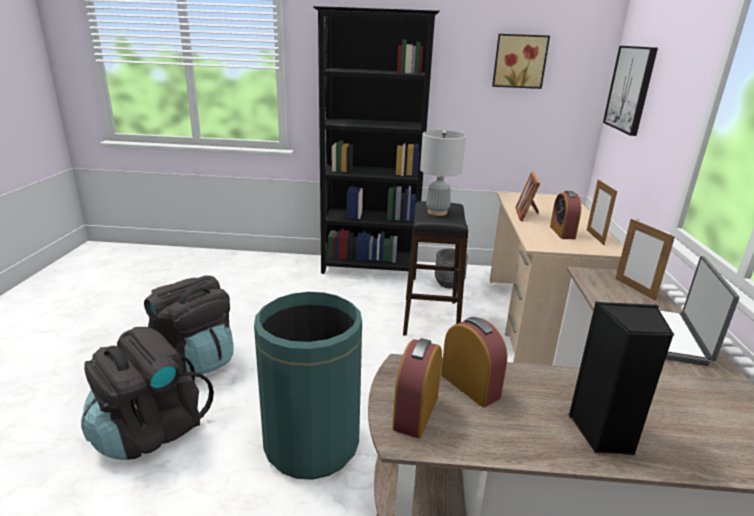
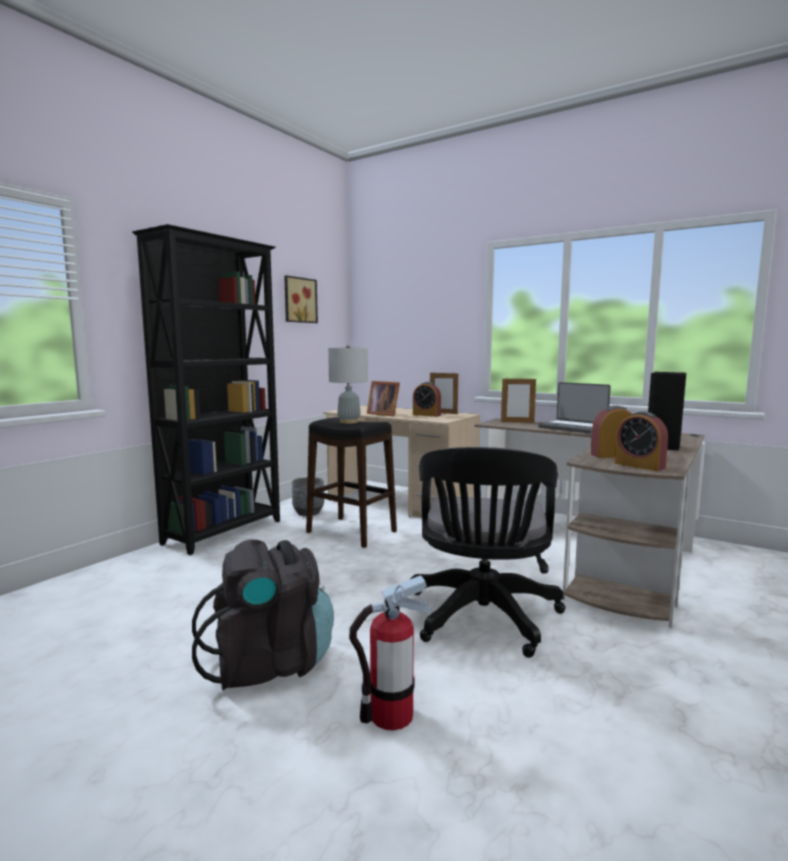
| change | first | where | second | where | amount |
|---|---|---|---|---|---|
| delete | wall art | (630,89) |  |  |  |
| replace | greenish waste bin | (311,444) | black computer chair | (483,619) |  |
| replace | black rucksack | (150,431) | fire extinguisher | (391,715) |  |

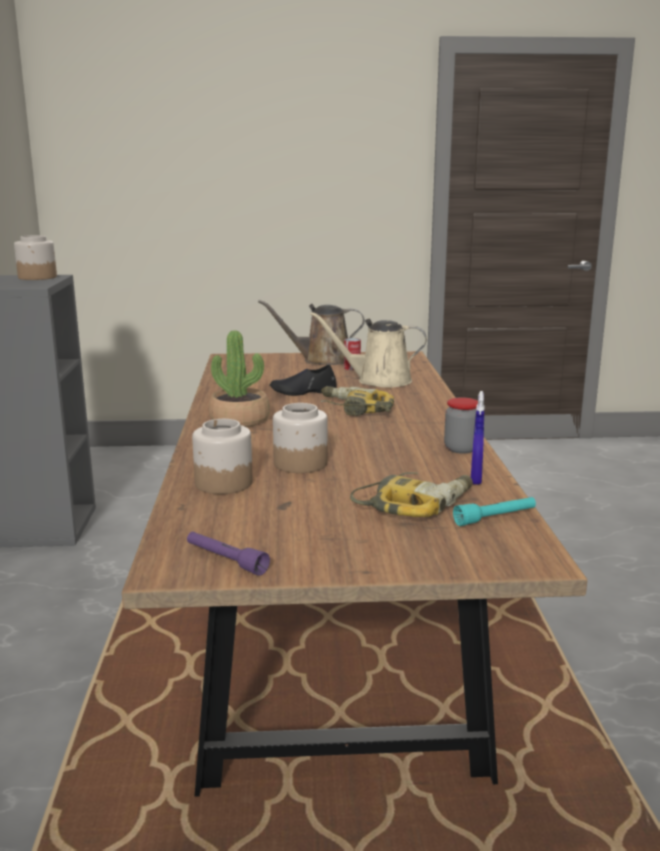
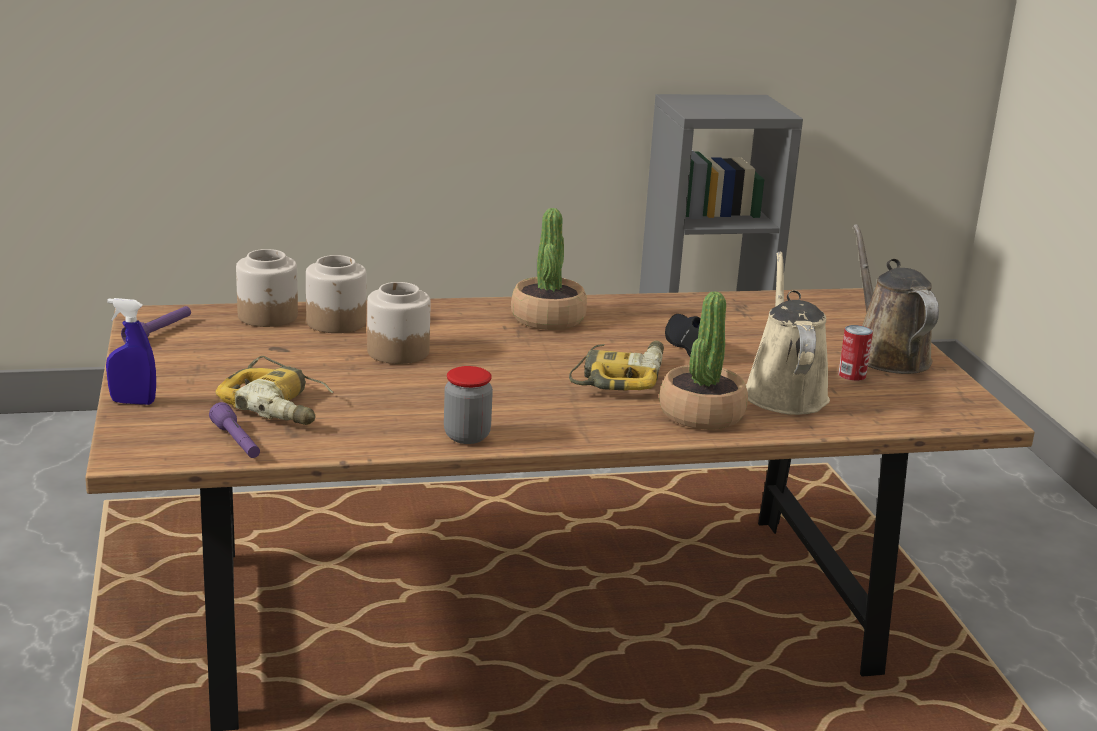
| change | first | where | second | where | amount |
|---|---|---|---|---|---|
| move | jar | (38,277) |  | (268,316) |  |
| move | bluish hand sprayer | (476,479) |  | (133,402) |  |
| recolor | blue-green hand torch | (495,518) | purple hand torch | (236,442) |  |
| insert |  |  | houseplant | (701,414) |  |

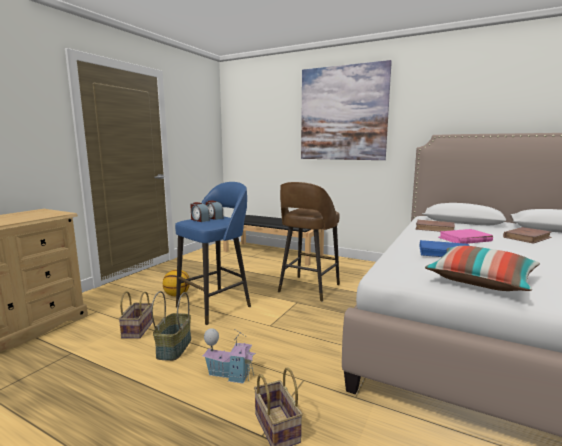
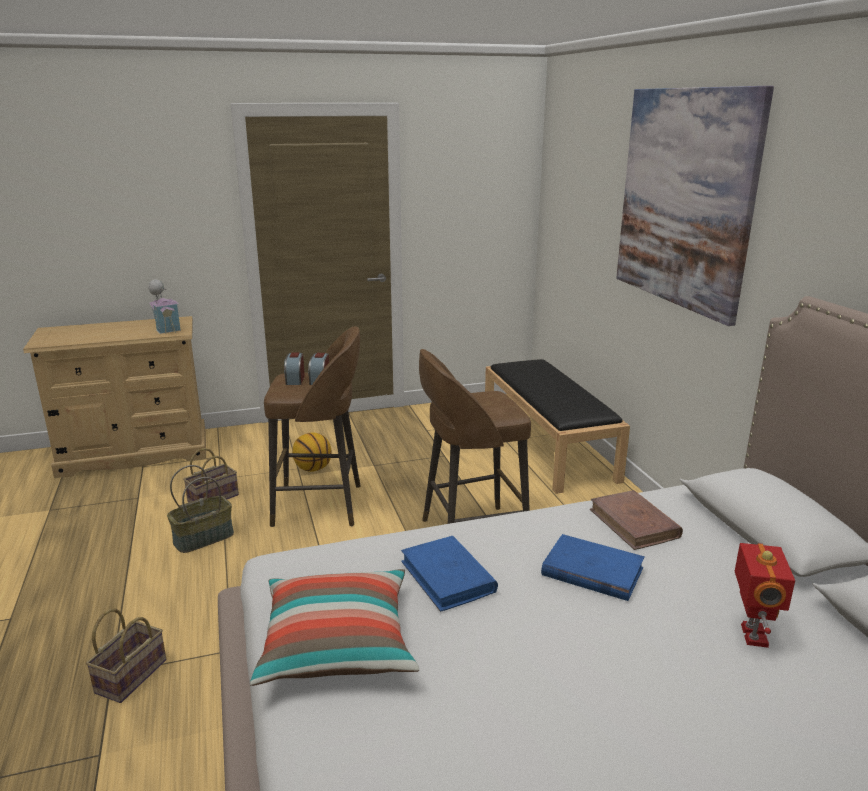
| change | first | where | second | where | amount |
|---|---|---|---|---|---|
| recolor | bluish stool | (216,306) | brown stool | (321,505) |  |
| replace | brown bound book | (527,237) | model robot | (751,635) |  |
| recolor | pinkish bound book | (464,239) | bluish bound book | (591,571) |  |
| move | miniature house | (230,374) |  | (166,327) |  |

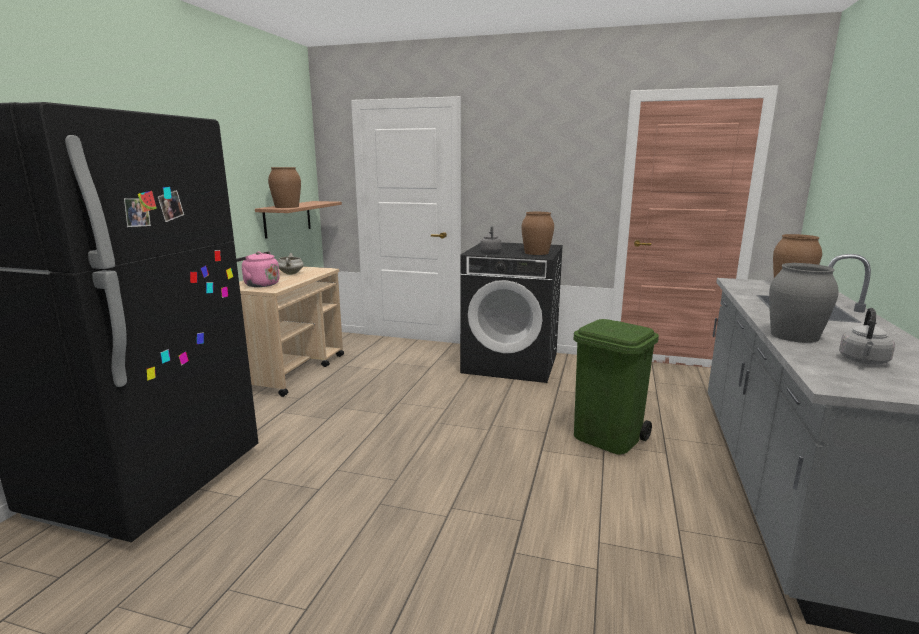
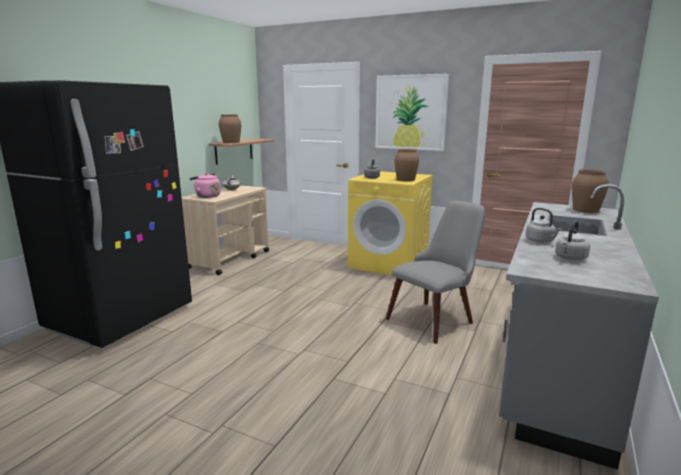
| change | first | where | second | where | amount |
|---|---|---|---|---|---|
| recolor | black laundry appliance | (511,363) | yellow-coloured laundry appliance | (389,263) |  |
| replace | grey flower vase | (795,336) | grey water kettle | (541,241) |  |
| replace | greenish waste bin | (608,438) | grey plain chair | (436,318) |  |
| insert |  |  | wall art | (410,112) |  |

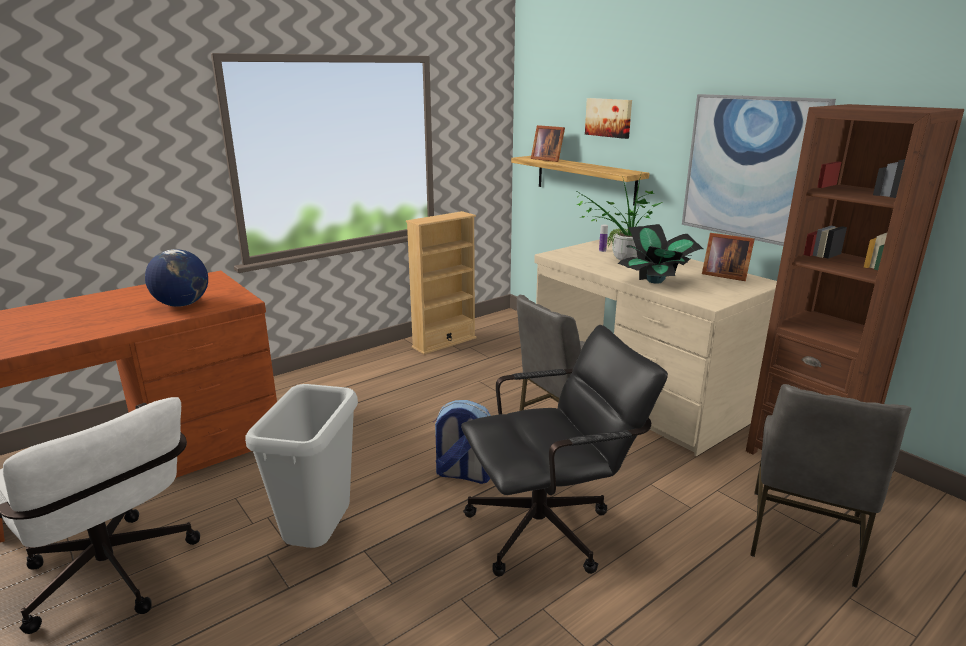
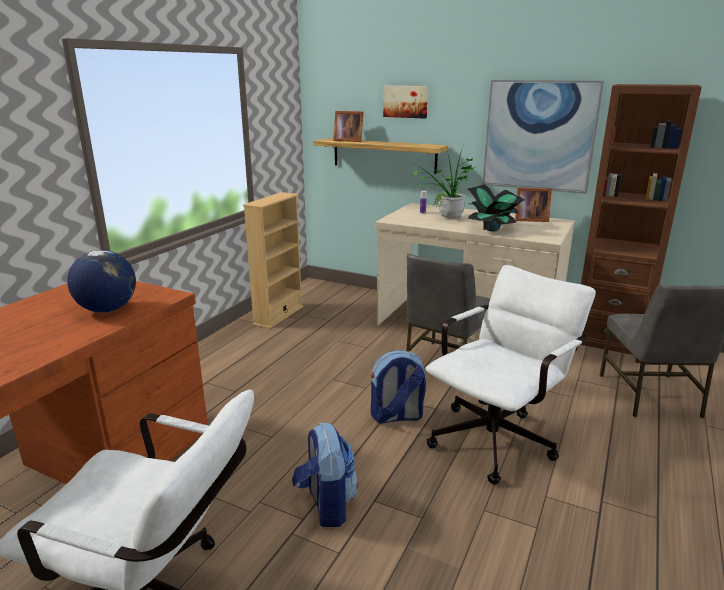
| change | first | where | second | where | amount |
|---|---|---|---|---|---|
| recolor | black computer chair | (551,527) | whitish computer chair | (498,437) |  |
| replace | grey waste bin | (318,539) | rucksack | (326,505) |  |

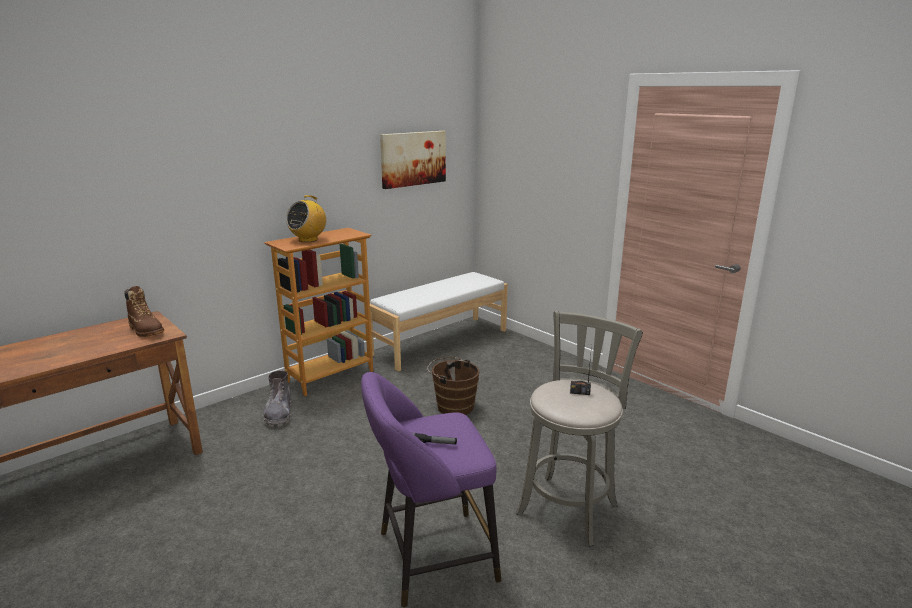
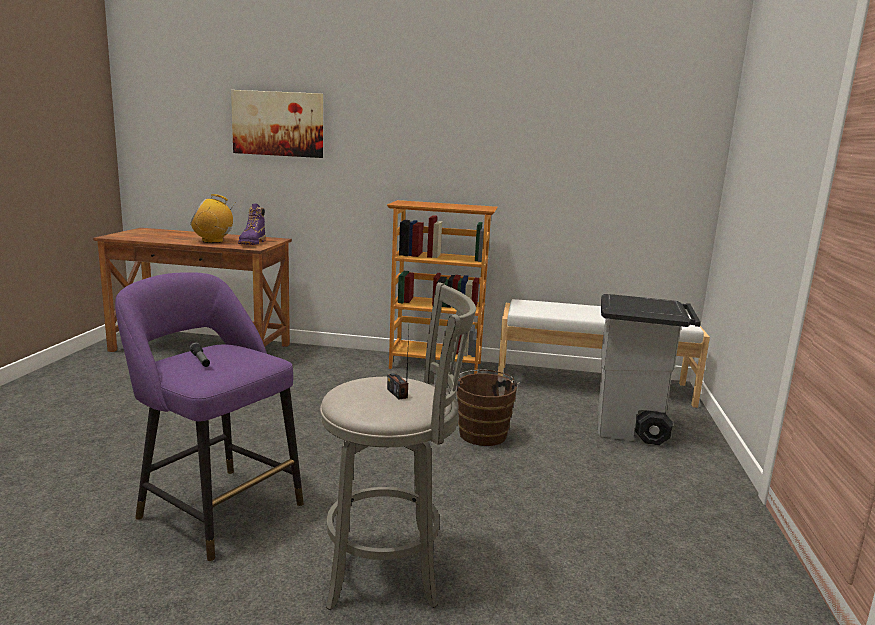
| change | first | where | second | where | amount |
|---|---|---|---|---|---|
| move | wall art | (413,158) |  | (278,124) |  |
| move | radio receiver | (308,240) |  | (213,241) |  |
| recolor | brown high-top boot | (146,330) | purple high-top boot | (252,243) |  |
| delete | grey high-top boot | (279,414) |  |  |  |
| insert |  |  | grey waste bin | (631,428) |  |

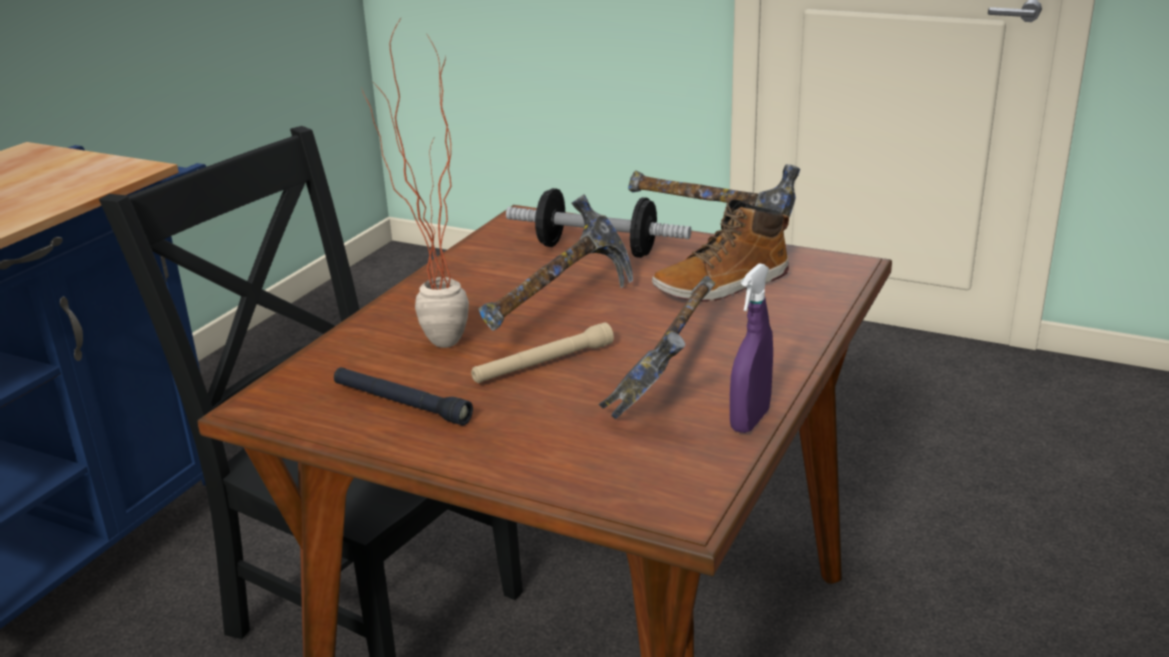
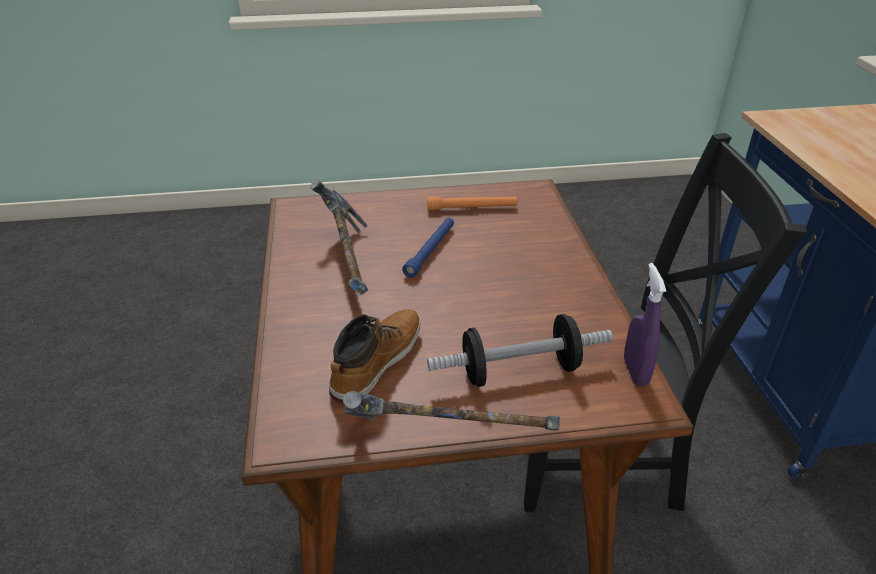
| change | first | where | second | where | amount |
|---|---|---|---|---|---|
| delete | houseplant | (430,348) |  |  |  |
| delete | tool hammer | (558,311) |  |  |  |
| move | purple hand sprayer | (750,420) |  | (635,372) |  |
| recolor | beige-coloured hand torch | (543,364) | bluish hand torch | (430,251) |  |
| recolor | black hand torch | (401,404) | orange-coloured hand torch | (472,208) |  |

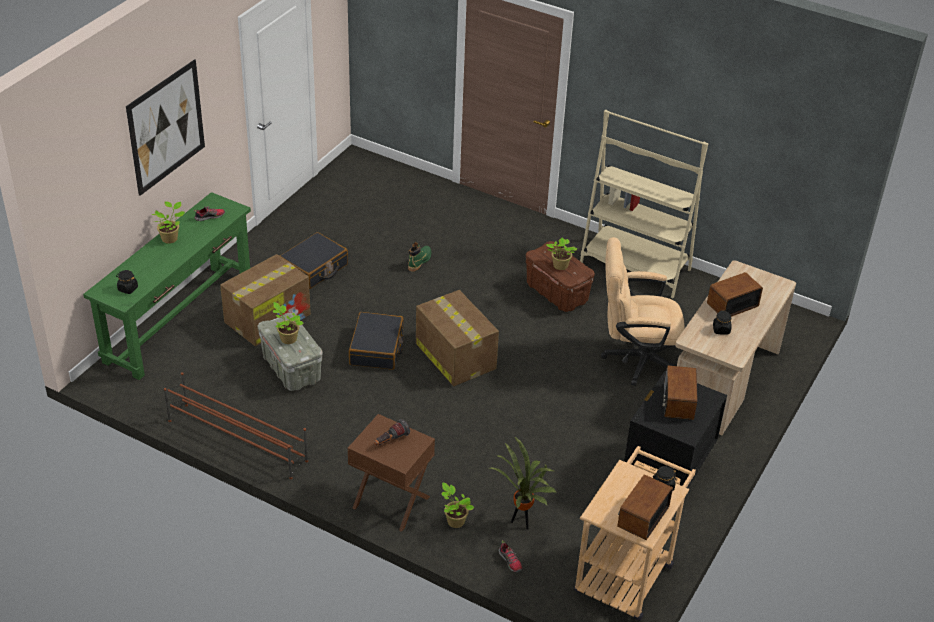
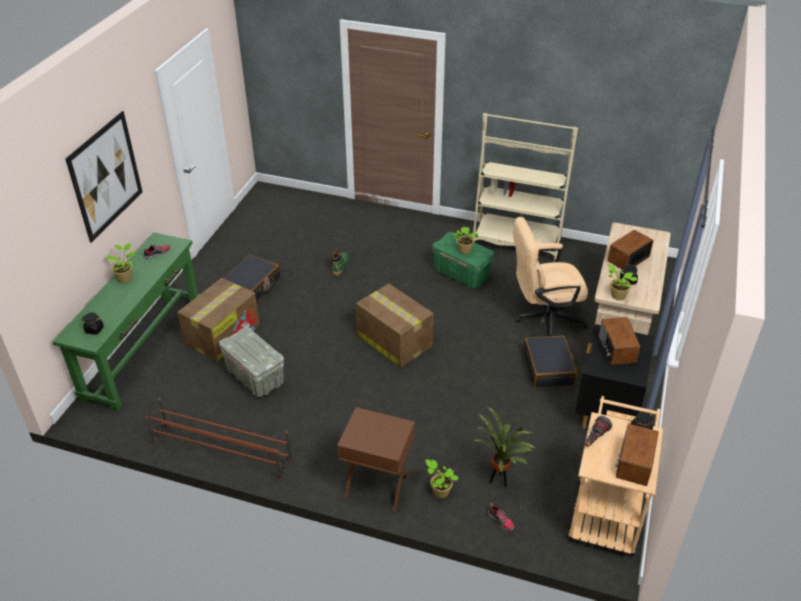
| change | first | where | second | where | amount |
|---|---|---|---|---|---|
| recolor | brown storage bin | (557,293) | greenish storage bin | (462,274) |  |
| move | houseplant | (287,338) |  | (617,295) |  |
| move | black travel case | (377,348) |  | (548,368) |  |
| move | hand torch | (390,440) |  | (594,439) |  |

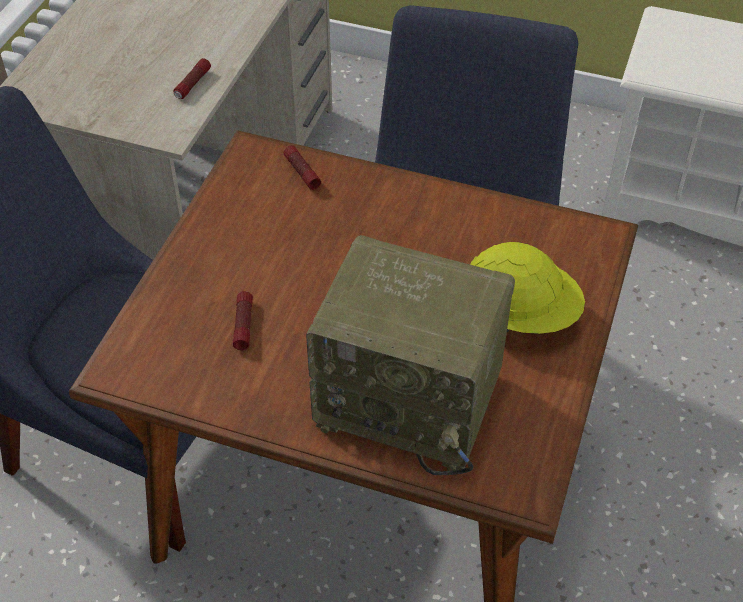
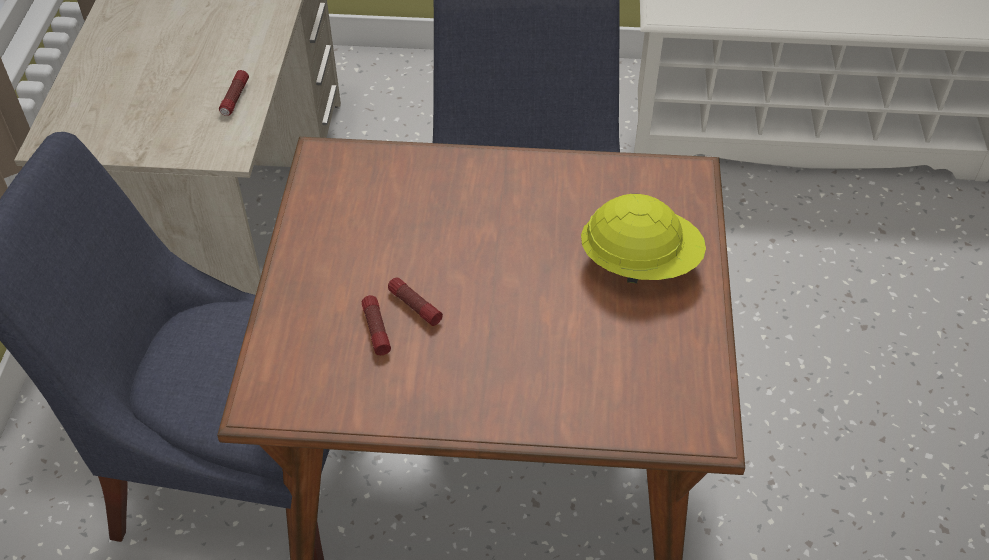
| change | first | where | second | where | amount |
|---|---|---|---|---|---|
| move | hand torch | (301,172) |  | (414,306) |  |
| delete | radio receiver | (412,400) |  |  |  |

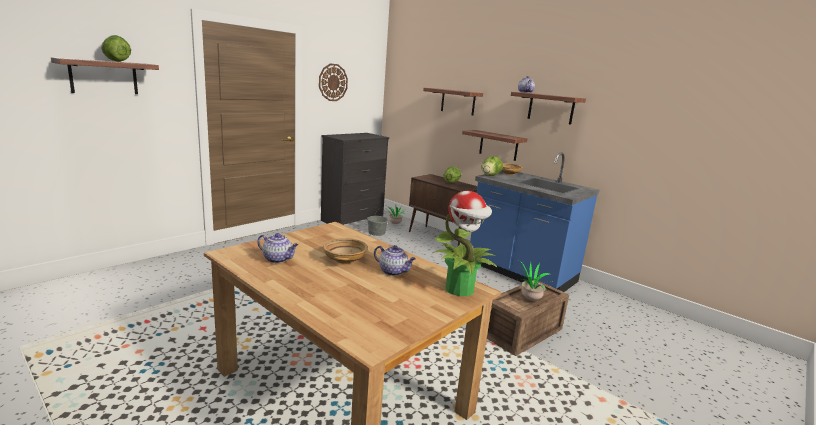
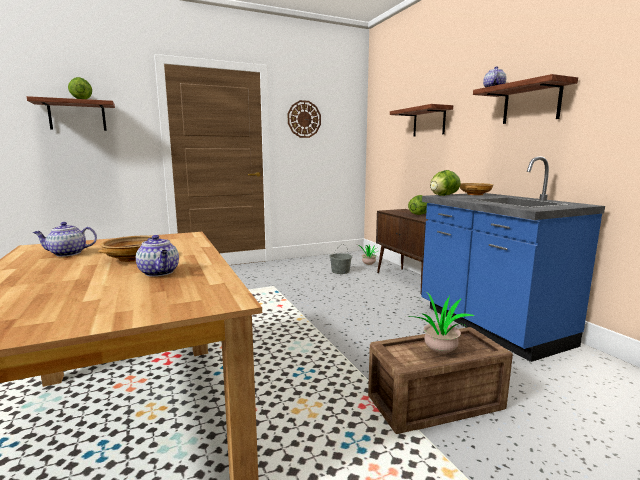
| change | first | where | second | where | amount |
|---|---|---|---|---|---|
| delete | shelf | (498,145) |  |  |  |
| delete | black chest of drawers | (353,219) |  |  |  |
| delete | houseplant | (460,289) |  |  |  |
| rotate | pot for tea | (278,259) |  | (67,254) | 120 degrees clockwise |

